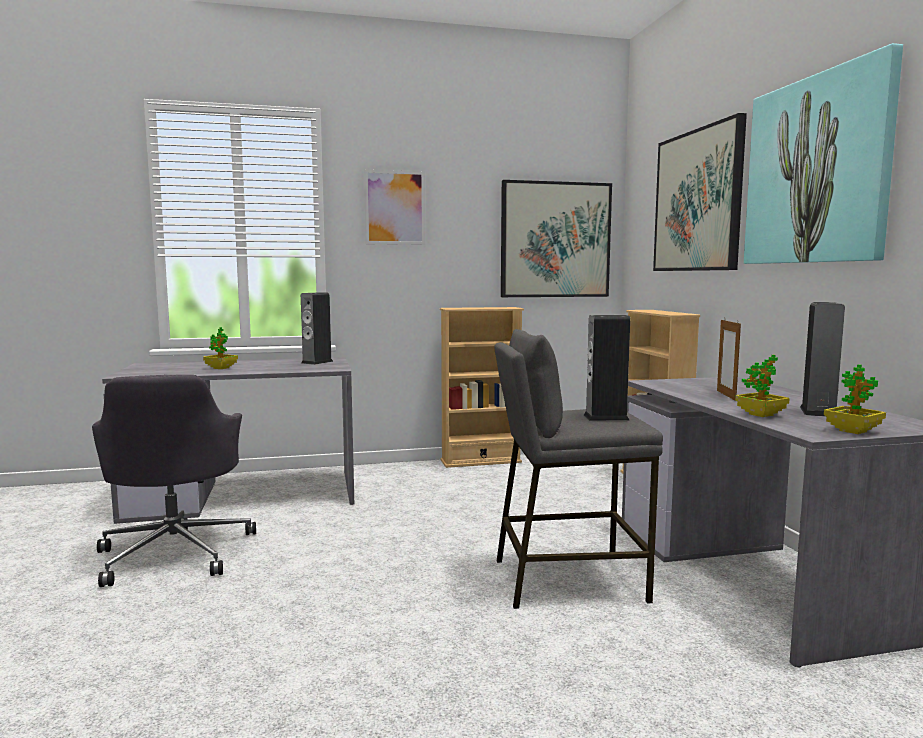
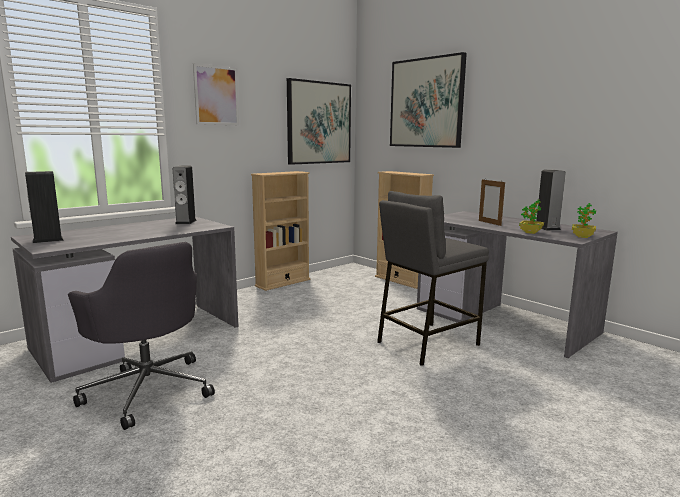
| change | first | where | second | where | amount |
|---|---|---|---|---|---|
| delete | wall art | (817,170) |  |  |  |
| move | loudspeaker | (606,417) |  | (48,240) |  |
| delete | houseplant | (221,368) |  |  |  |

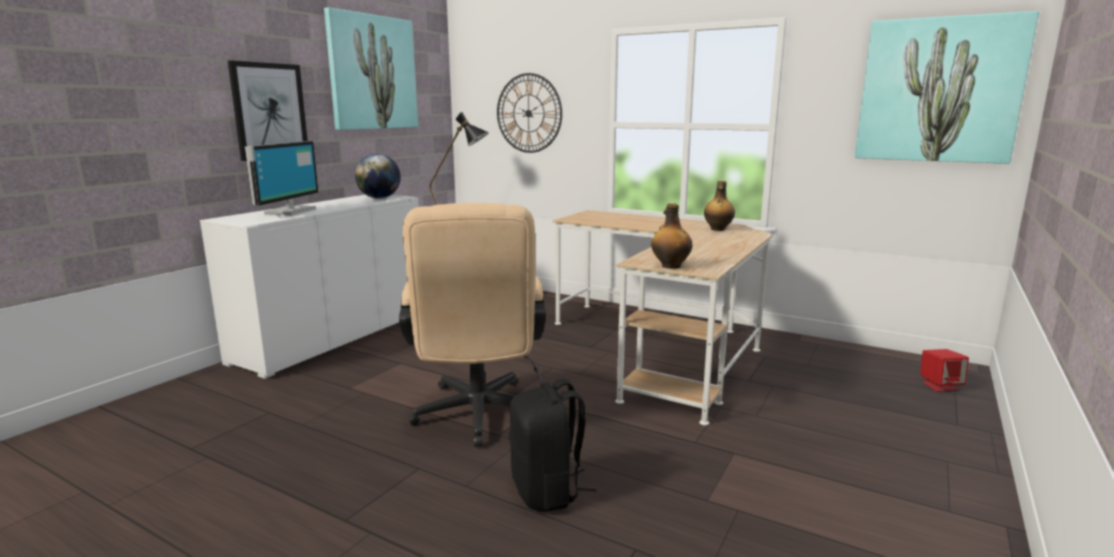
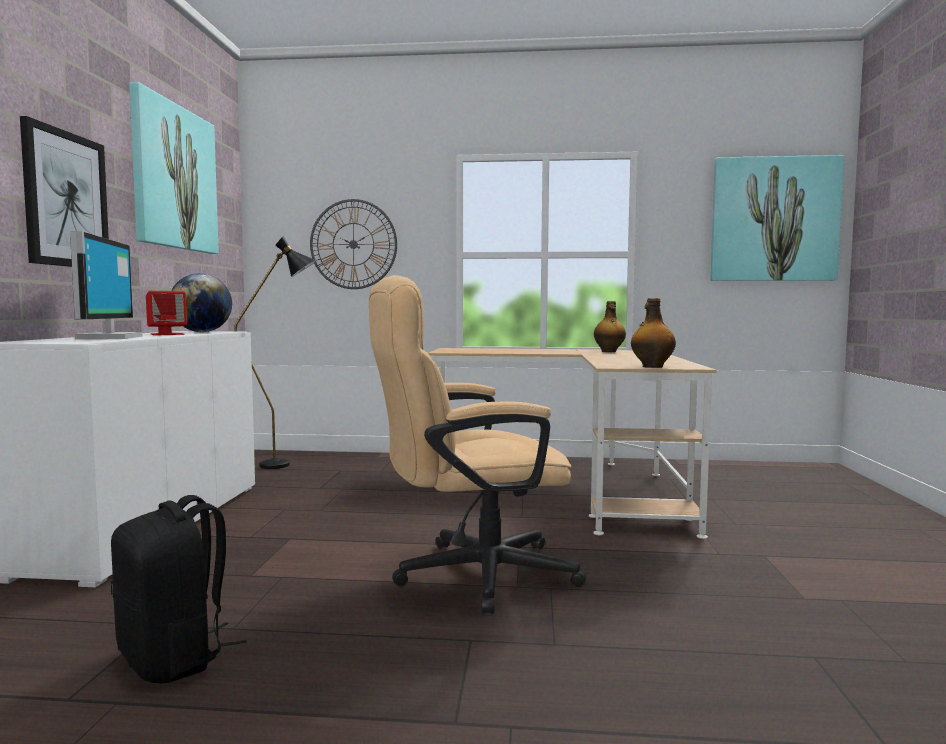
| change | first | where | second | where | amount |
|---|---|---|---|---|---|
| rotate | beige-coloured computer chair | (477,418) |  | (469,575) | 105 degrees clockwise |
| move | red-coloured loudspeaker | (940,386) |  | (167,334) |  |
| move | black rucksack | (547,491) |  | (174,658) |  |

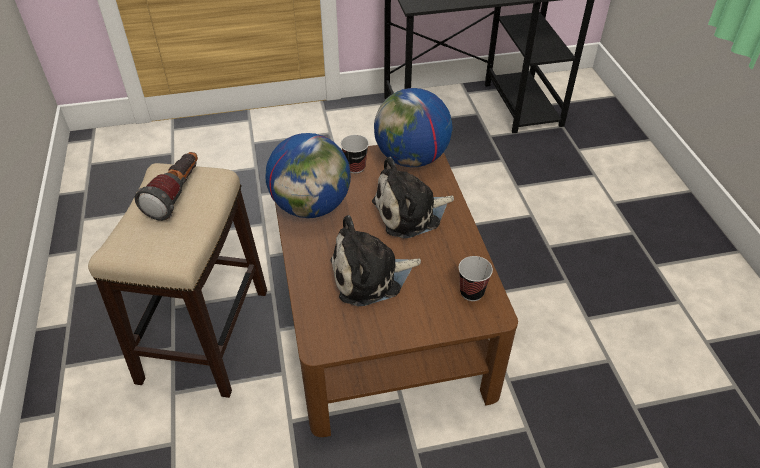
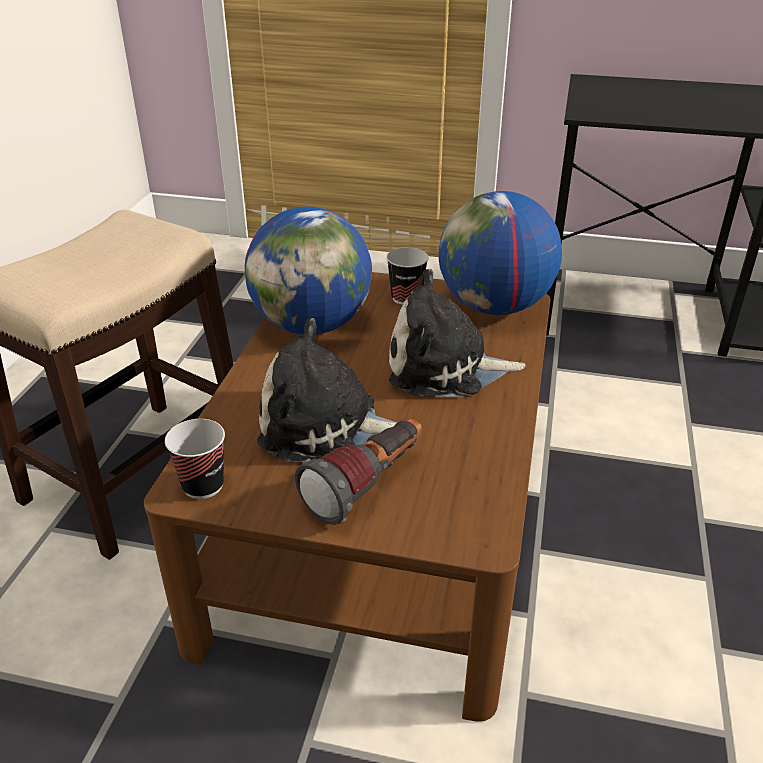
| change | first | where | second | where | amount |
|---|---|---|---|---|---|
| move | hand torch | (177,195) |  | (368,486) |  |
| move | small cup | (471,292) |  | (203,485) |  |

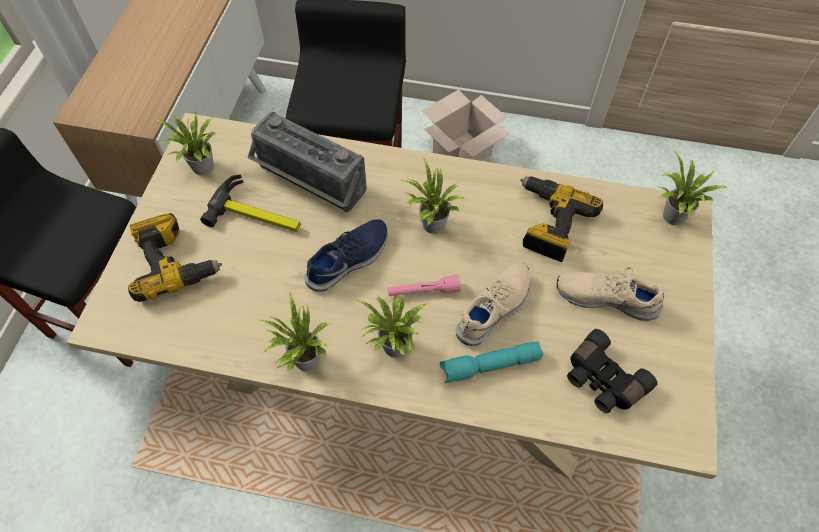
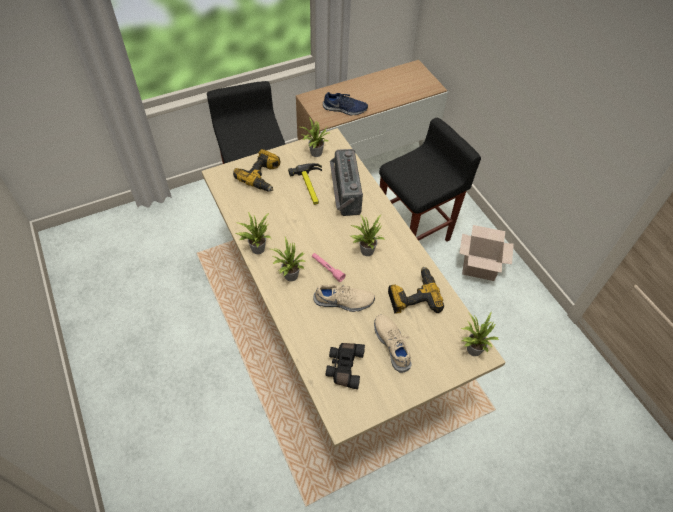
| change | first | where | second | where | amount |
|---|---|---|---|---|---|
| move | bluish item of footwear | (349,260) |  | (345,109) |  |
| delete | blue-green hand torch | (489,366) |  |  |  |

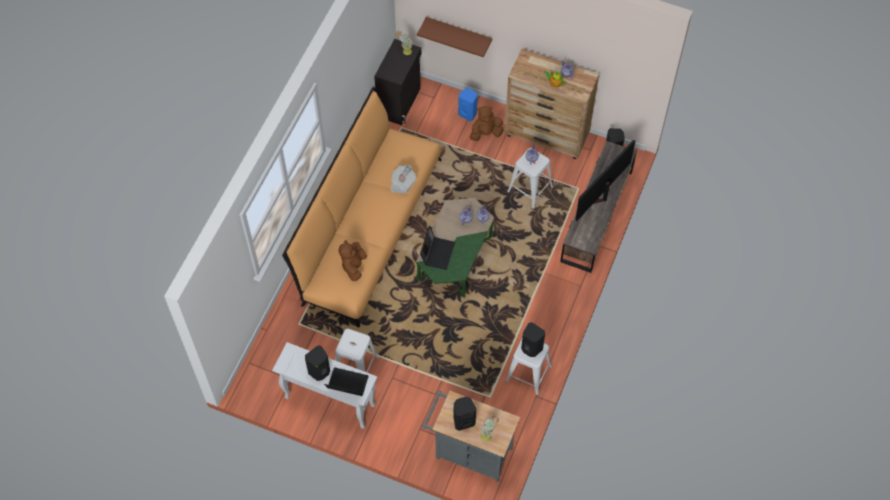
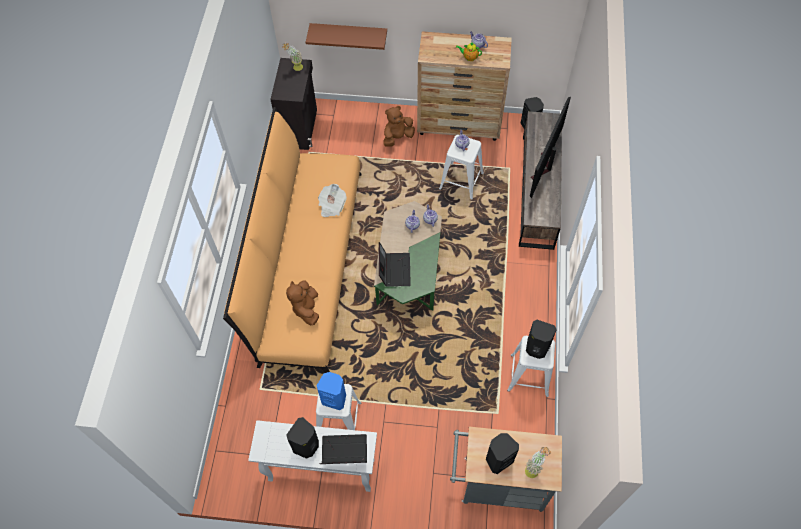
| change | first | where | second | where | amount |
|---|---|---|---|---|---|
| move | bluish loudspeaker | (468,113) |  | (334,398) |  |

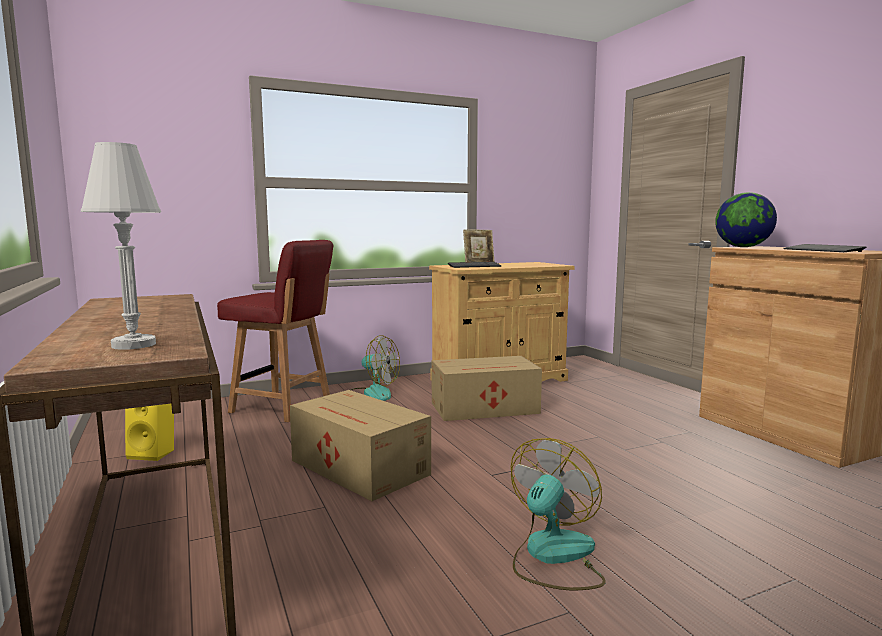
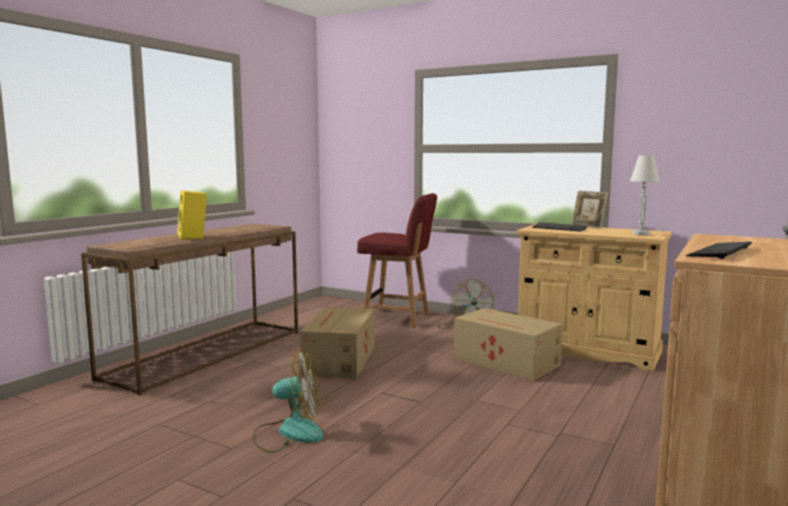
| change | first | where | second | where | amount |
|---|---|---|---|---|---|
| move | whitish tabletop lamp | (134,345) |  | (641,233) |  |
| delete | desk globe | (742,247) |  |  |  |
| rotate | red-coloured plain chair | (283,407) |  | (398,319) | 60 degrees counterclockwise |
| move | yellow-coloured loudspeaker | (154,453) |  | (194,238) |  |

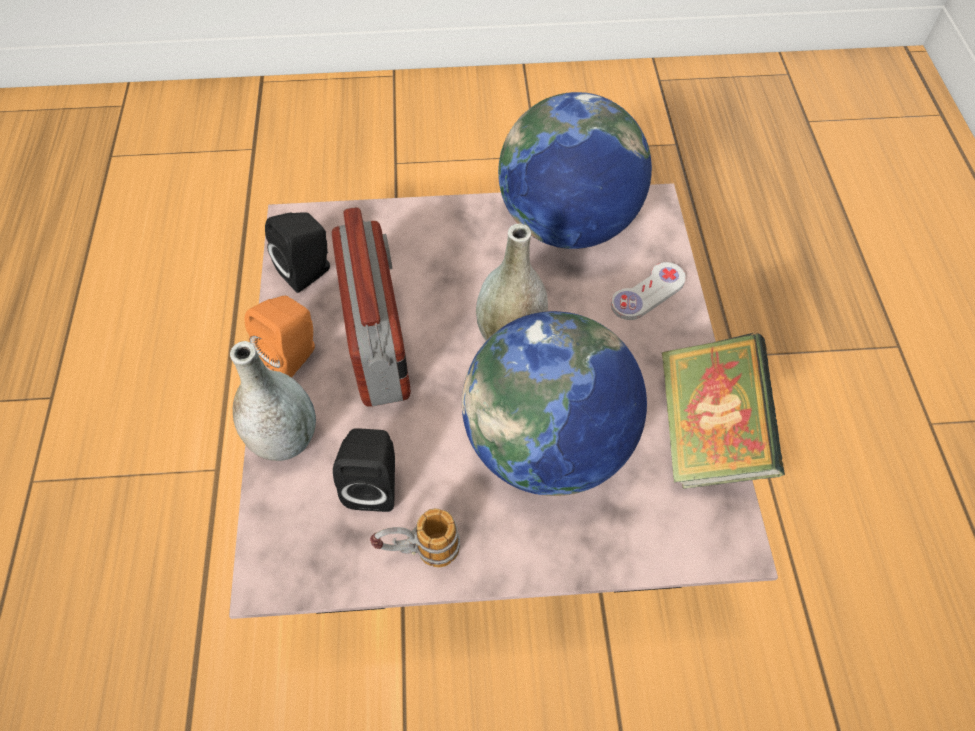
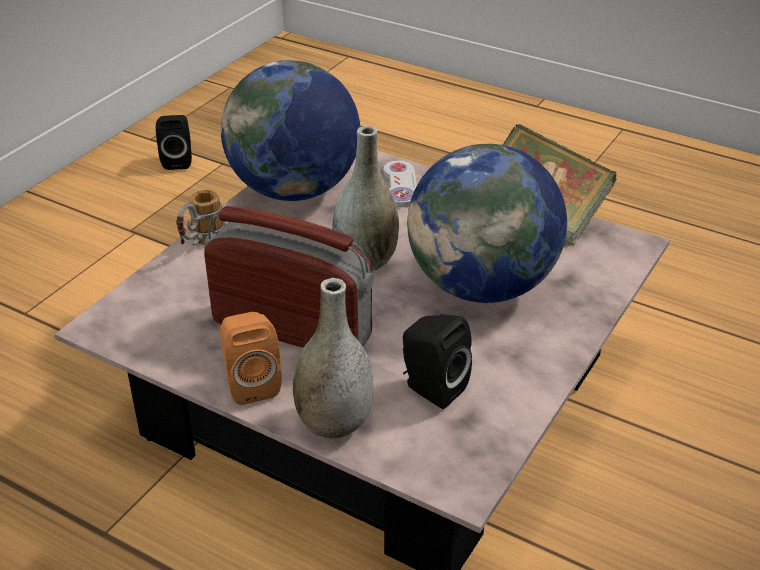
| change | first | where | second | where | amount |
|---|---|---|---|---|---|
| move | black loudspeaker | (309,272) |  | (178,161) |  |
| move | coffee mug | (418,552) |  | (200,244) |  |

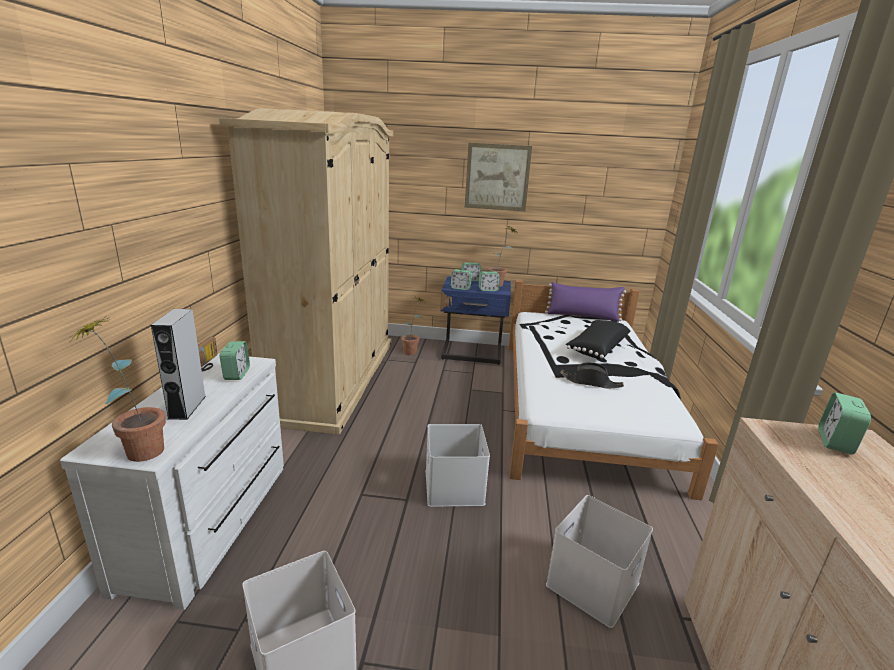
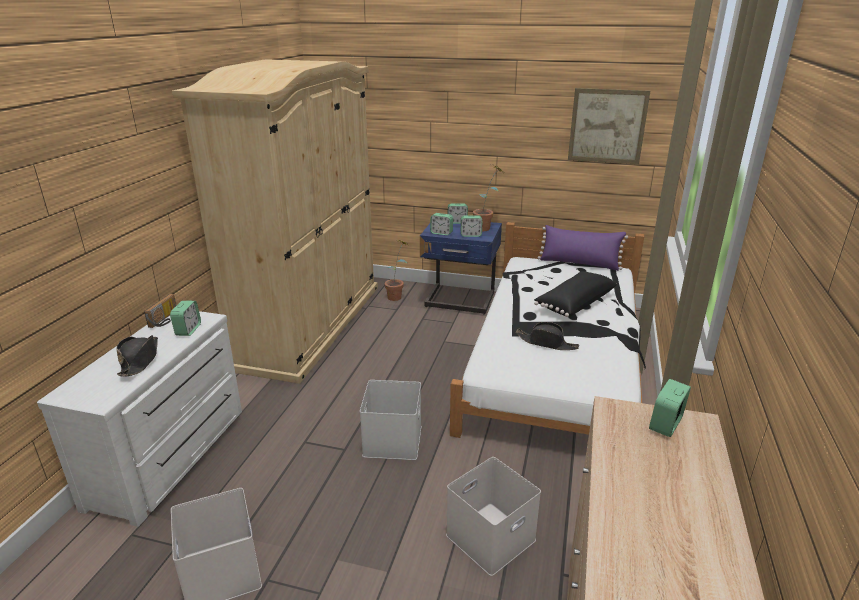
| change | first | where | second | where | amount |
|---|---|---|---|---|---|
| move | wall art | (497,177) |  | (607,126) |  |
| replace | grey loudspeaker | (187,407) | black wearable hat | (140,360) |  |
| delete | houseplant | (136,449) |  |  |  |

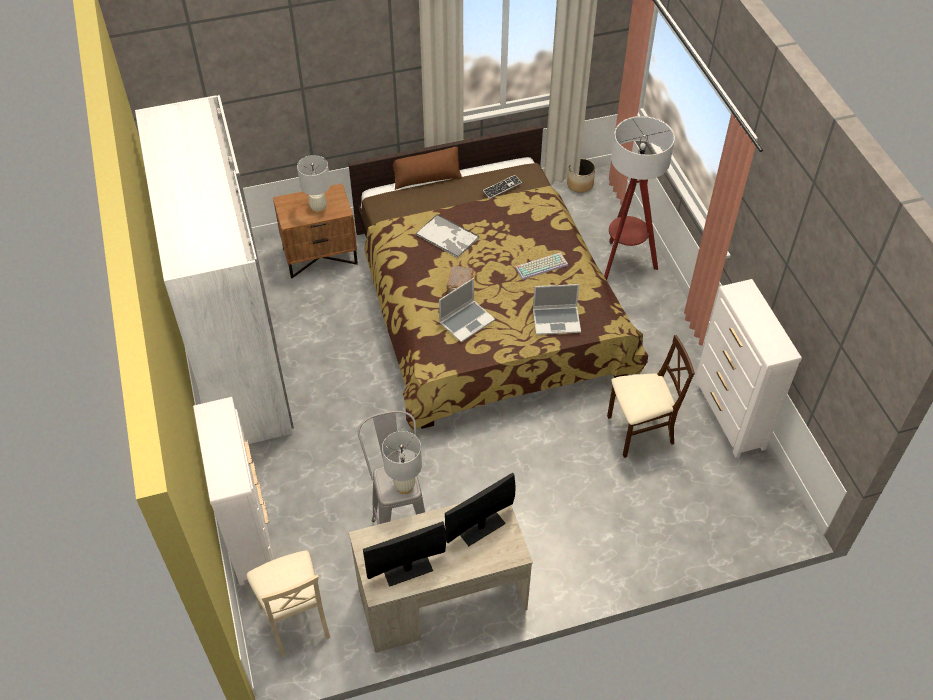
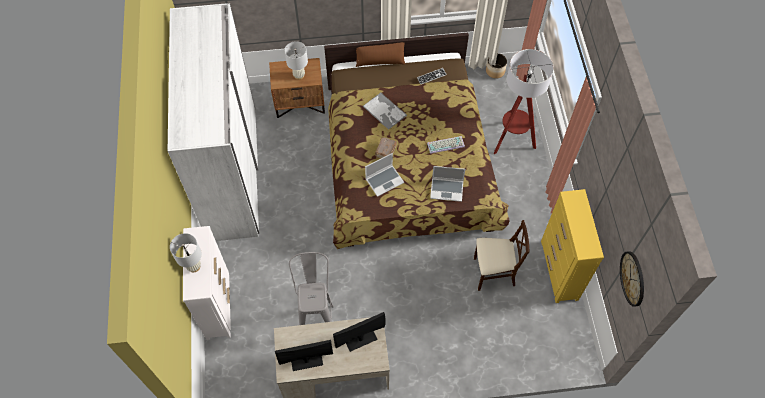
| change | first | where | second | where | amount |
|---|---|---|---|---|---|
| recolor | whitish chest of drawers | (729,415) | yellow-coloured chest of drawers | (559,270) |  |
| move | whitish tabletop lamp | (404,486) |  | (194,266) |  |
| delete | beige-coloured plain chair | (295,619) |  |  |  |
| insert |  |  | clock on the wall | (633,278) |  |

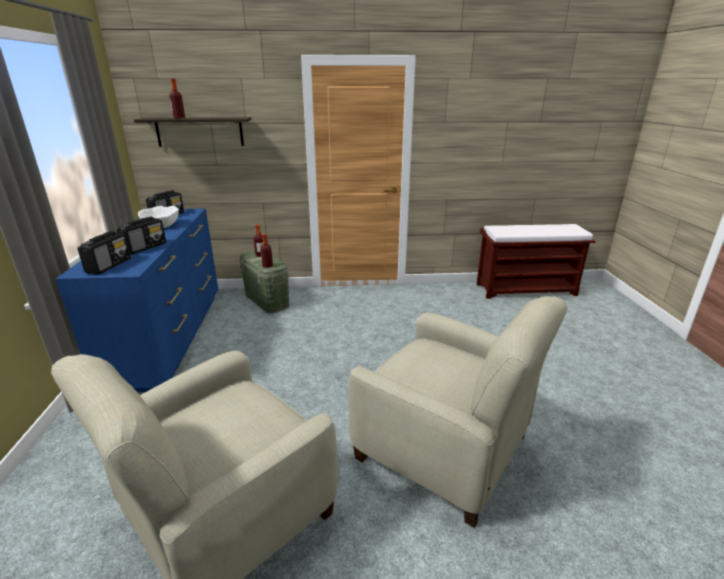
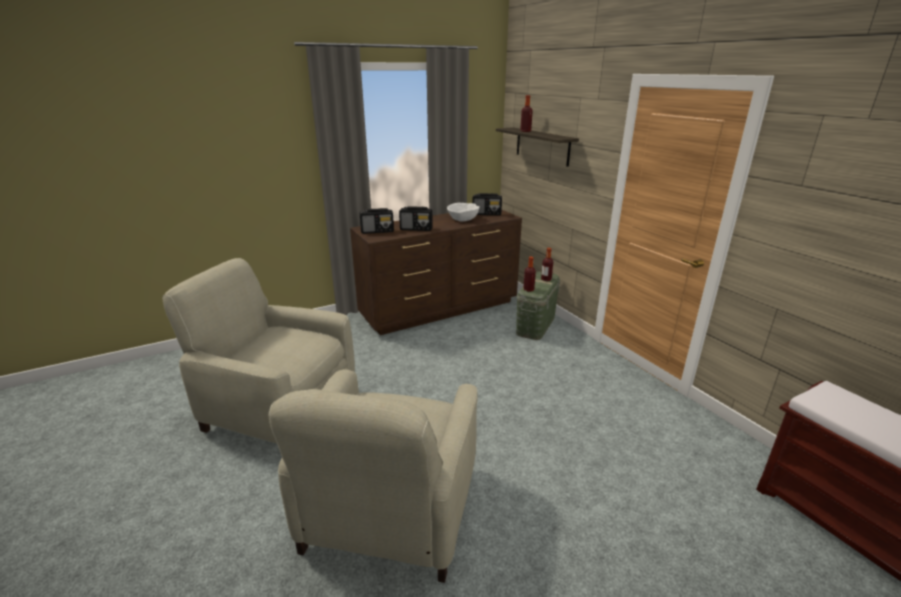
| change | first | where | second | where | amount |
|---|---|---|---|---|---|
| recolor | bluish chest of drawers | (170,337) | brown chest of drawers | (440,309) |  |

